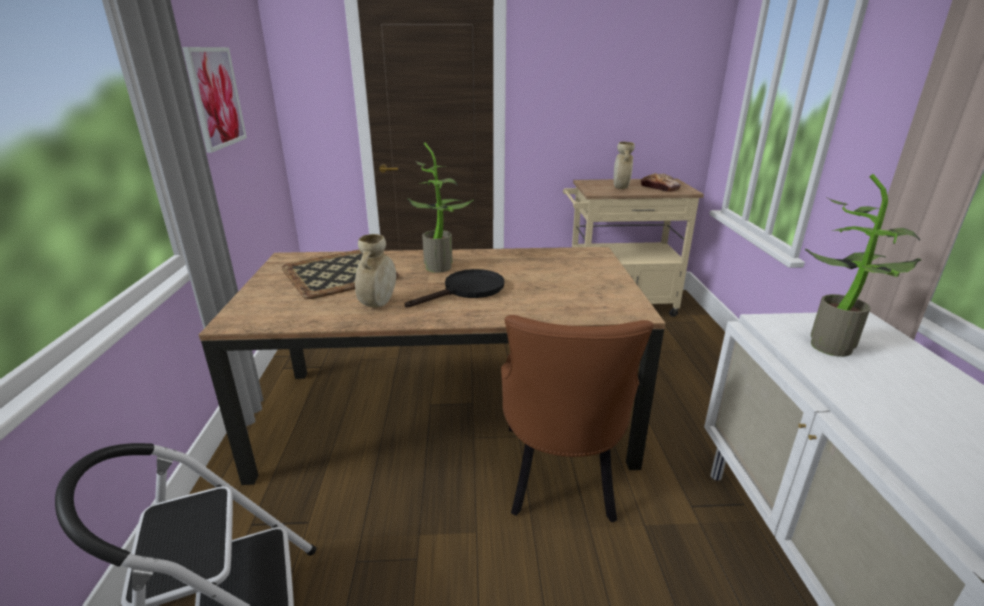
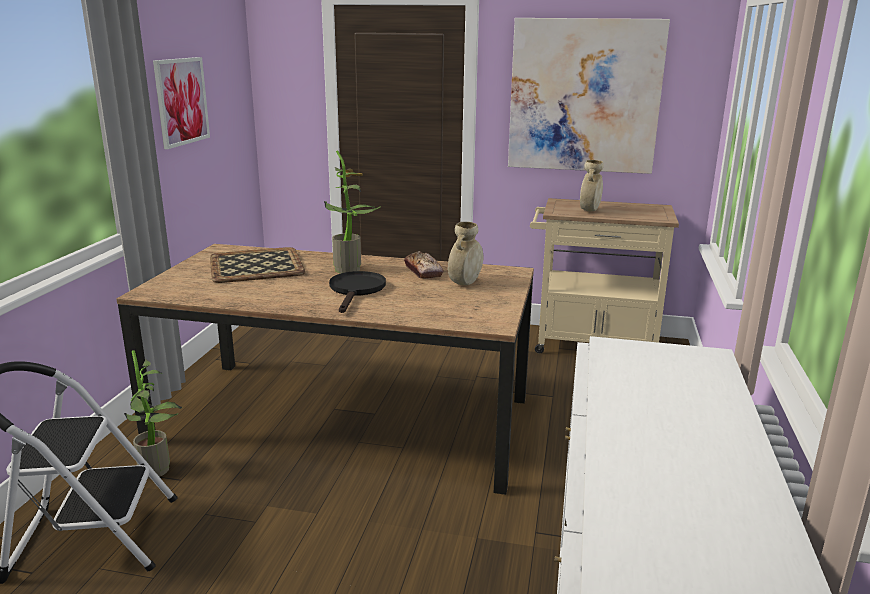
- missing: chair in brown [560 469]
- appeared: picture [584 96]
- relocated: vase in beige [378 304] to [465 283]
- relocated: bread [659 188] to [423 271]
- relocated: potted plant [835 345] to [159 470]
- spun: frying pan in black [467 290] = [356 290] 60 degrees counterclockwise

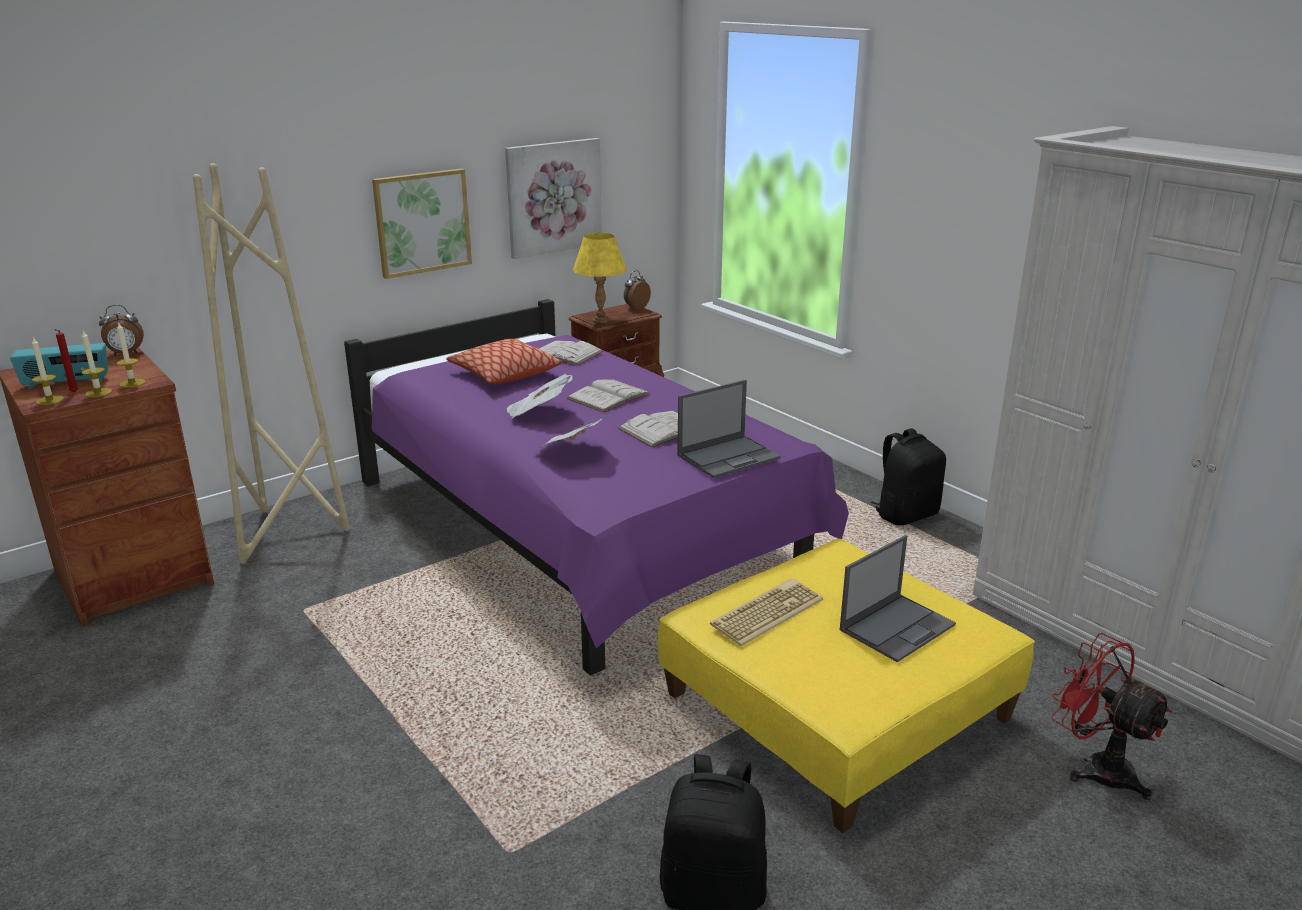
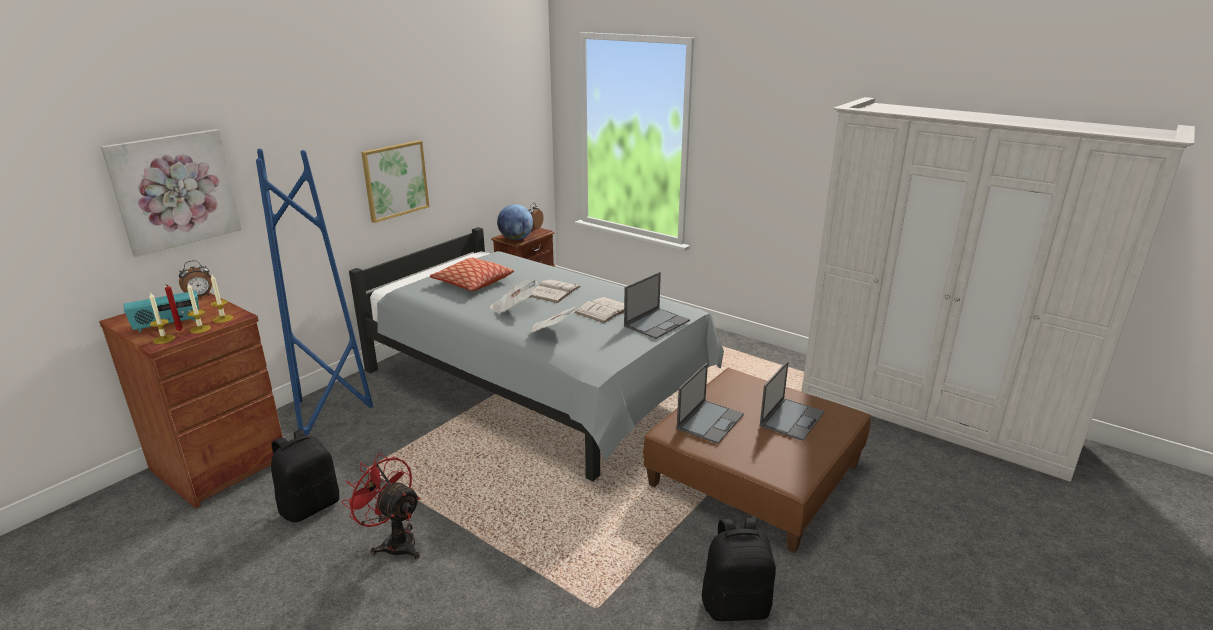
- missing: book in white [565 353]
- relocated: picture [553 197] to [175 190]
- relocated: backpack in black [905 515] to [310 506]
- relocated: fan in red [1096 767] to [394 542]
- exchanged: table lamp in yellow [600 320] to globe [516 239]
- exchanged: keyboard [766 612] to laptop [710 421]
- colour: clothes rack in beige [286 534] to clothes rack in blue [325 416]
- colour: bed in purple [578 532] to bed in grey [537 386]
- colour: ottoman in yellow [836 706] to ottoman in brown [754 474]

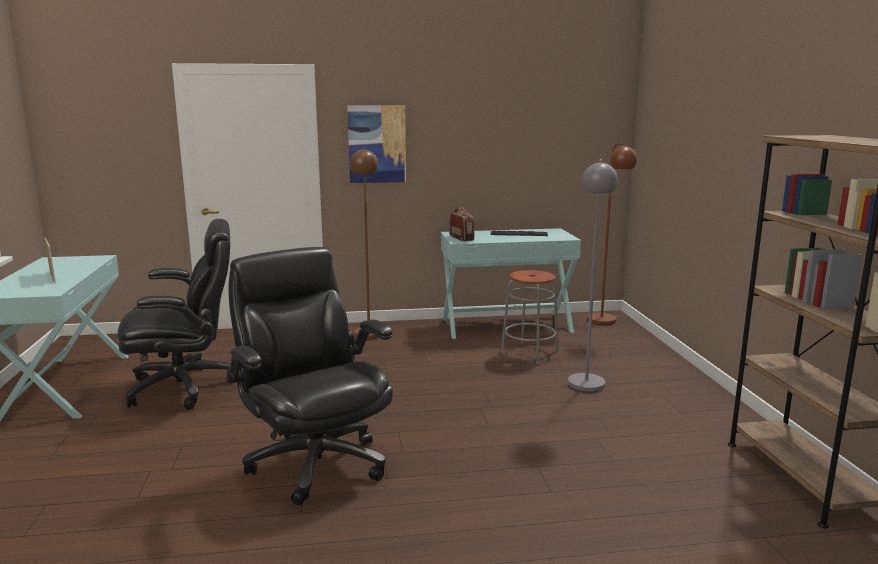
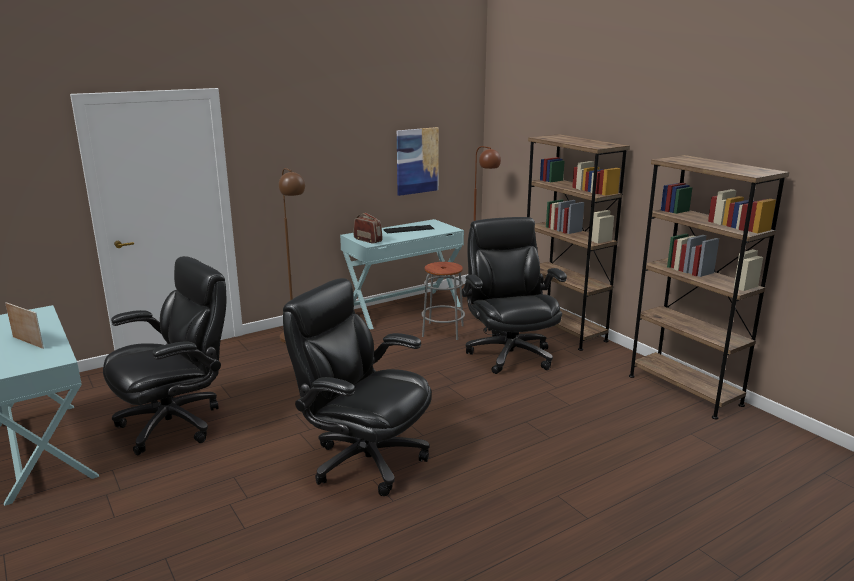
- appeared: bookcase in brown [563 330]
- relocated: picture [377 144] to [417 161]
- exchanged: floor lamp in grey [586 389] to office chair in black [509 354]

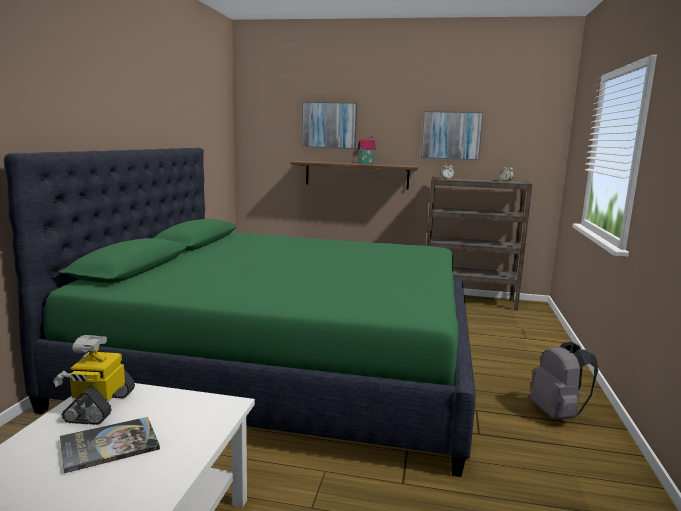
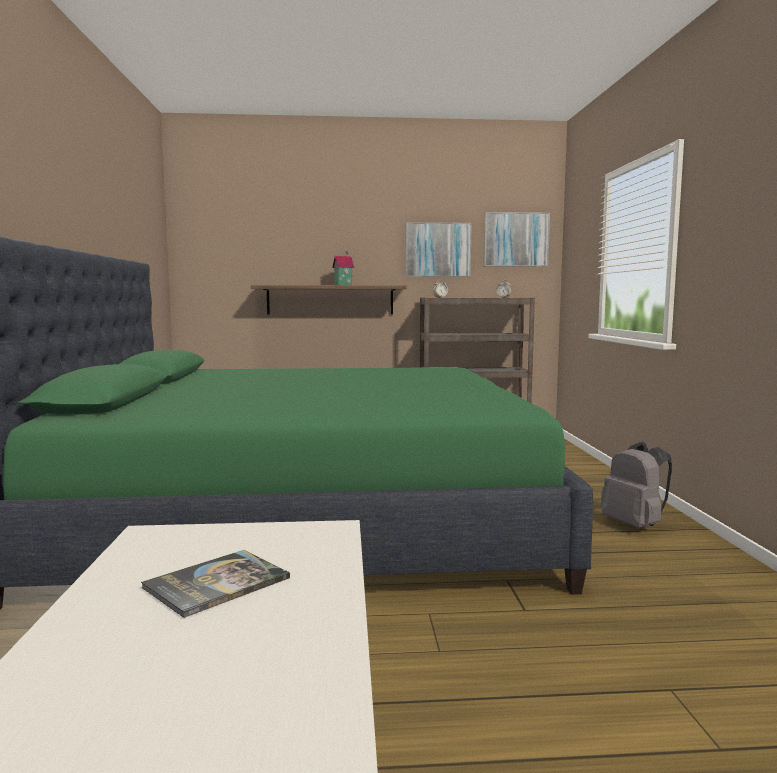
- missing: toy robot [99 406]
- relocated: picture [329 125] to [515 239]

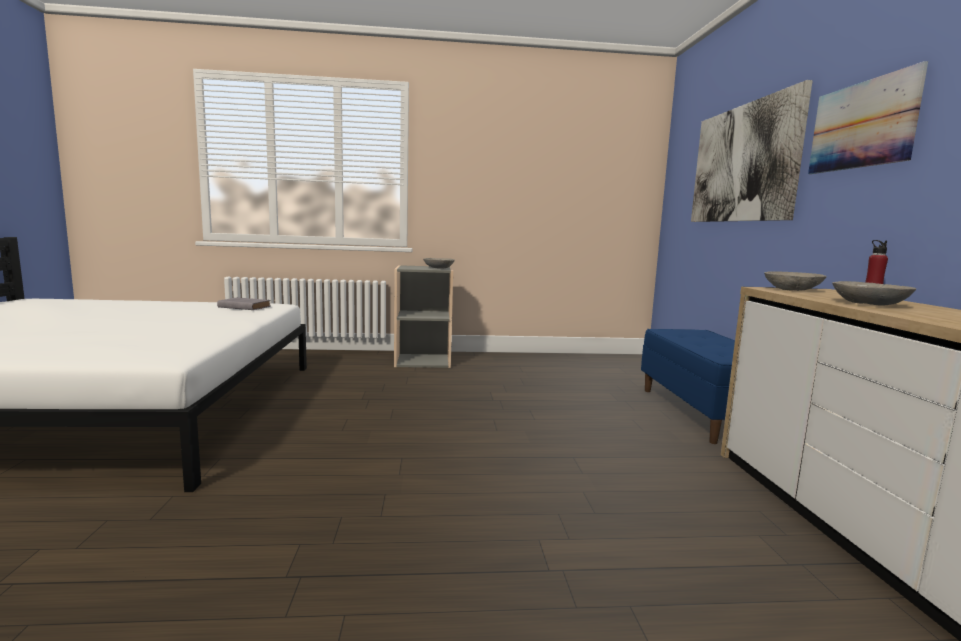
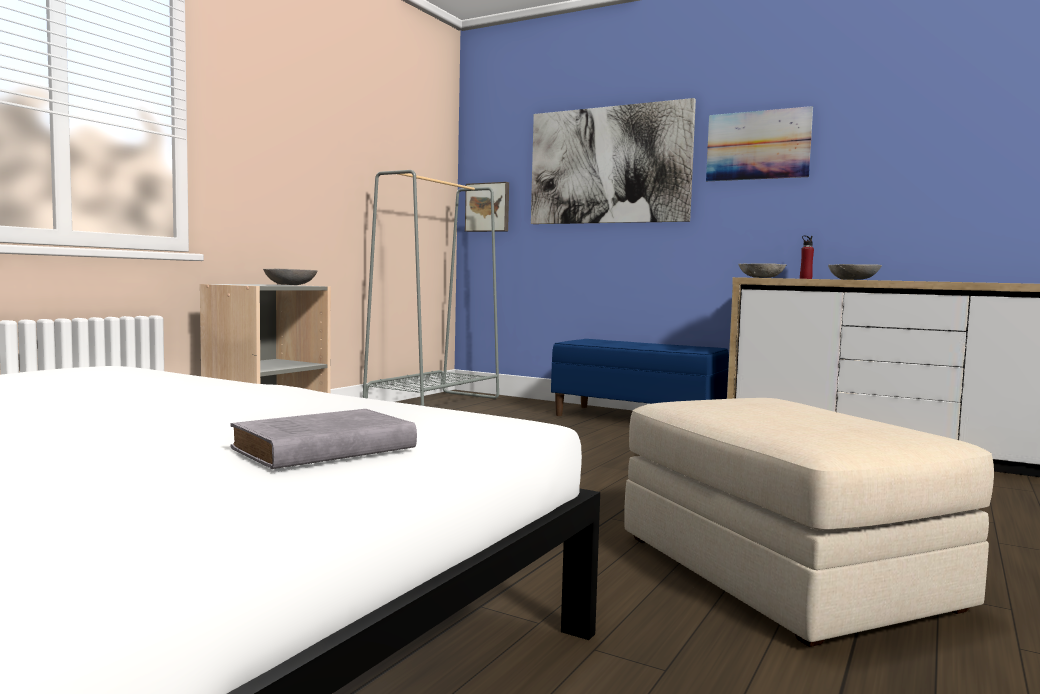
- appeared: clothes rack in grey [433 403]
- appeared: picture [488 207]
- appeared: ottoman in beige [784 572]
- relocated: book in grey [243 307] to [320 449]

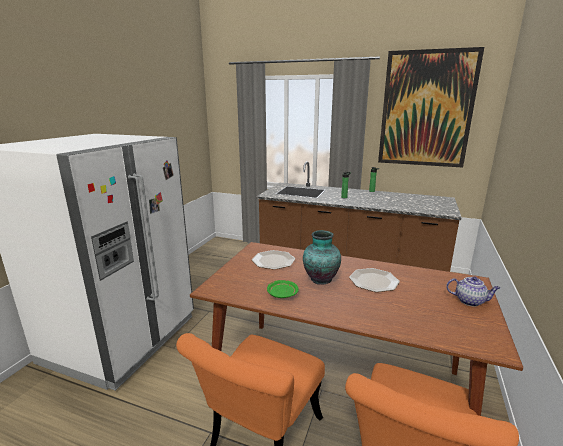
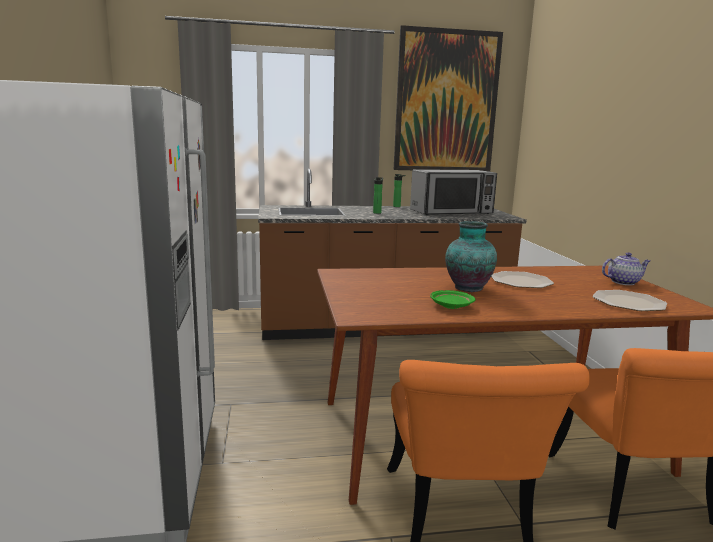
- appeared: microwave [452 212]
- relocated: plate [273 260] to [628 302]

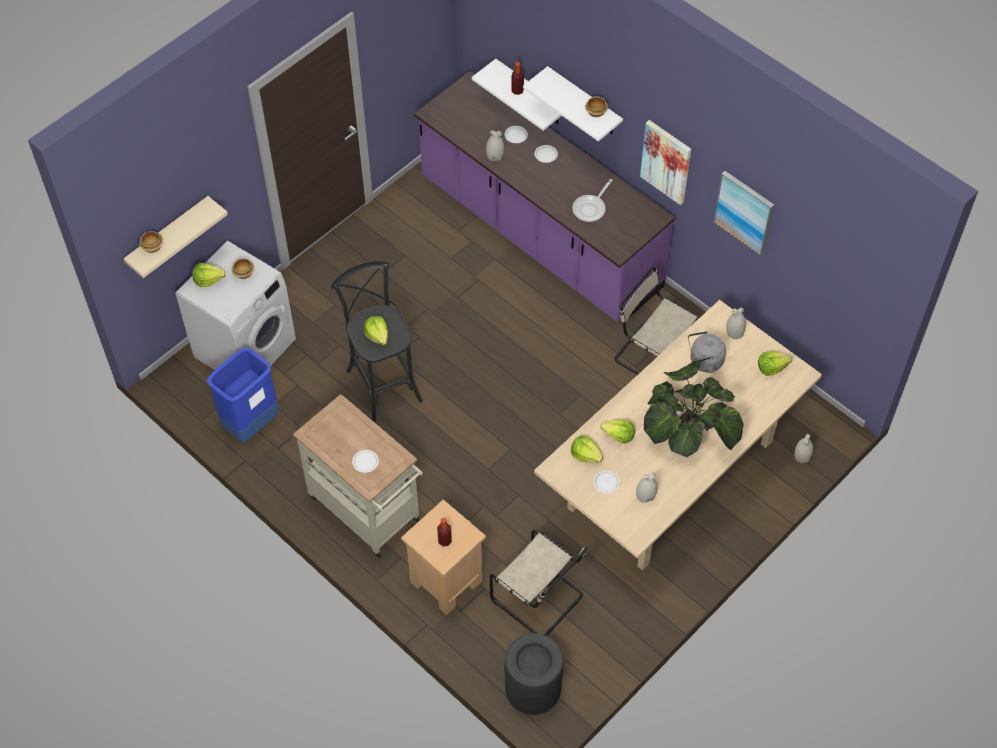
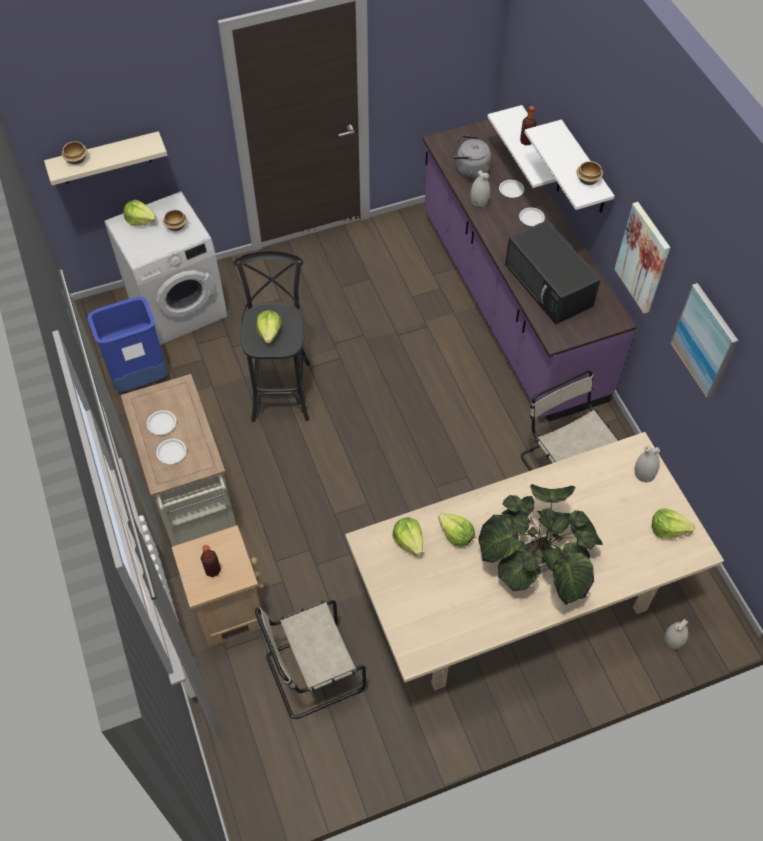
- missing: trash can in black [532 688]
- missing: vase in white [645 496]
- relocated: plate in white [606 483] to [161 424]
- relocated: kettle in grey [704 361] to [469 169]
- exchanged: frying pan [591 208] to microwave in black [549 286]
- spun: chair in beige [540 599] = [311 673] 90 degrees clockwise

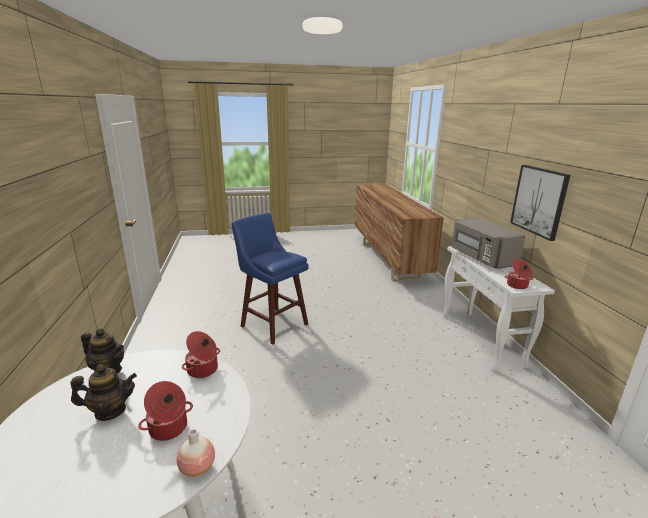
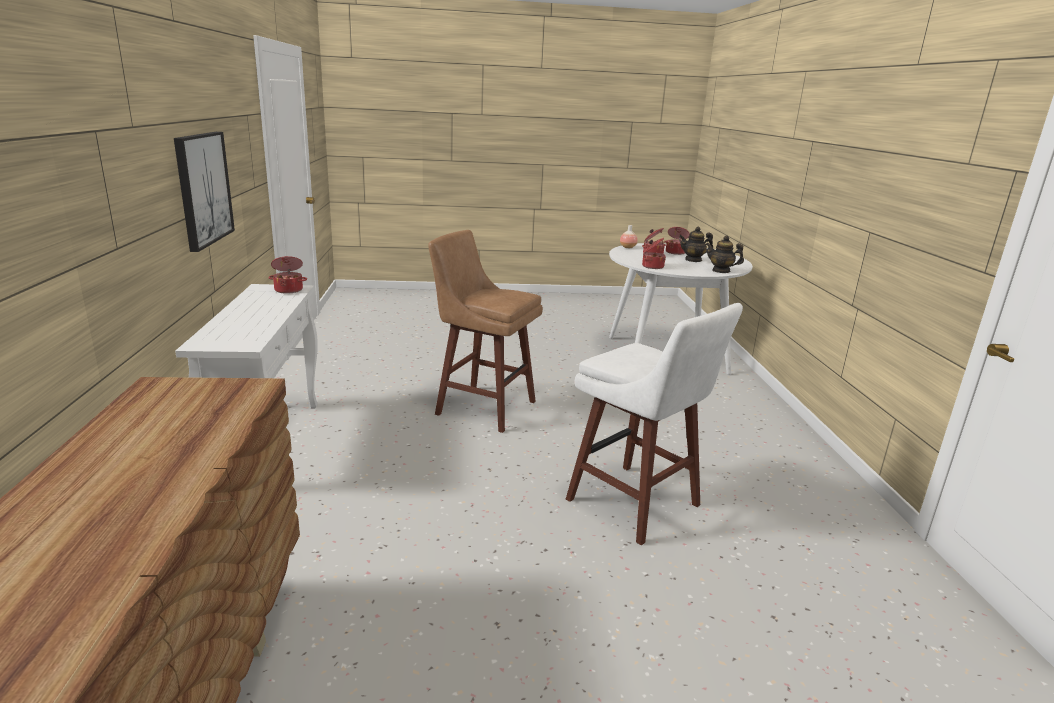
- missing: microwave in grey [481 258]
- appeared: stool in brown [482 407]
- appeared: cooking pot [675 252]
- colour: stool in blue [272 324] to stool in white [637 505]

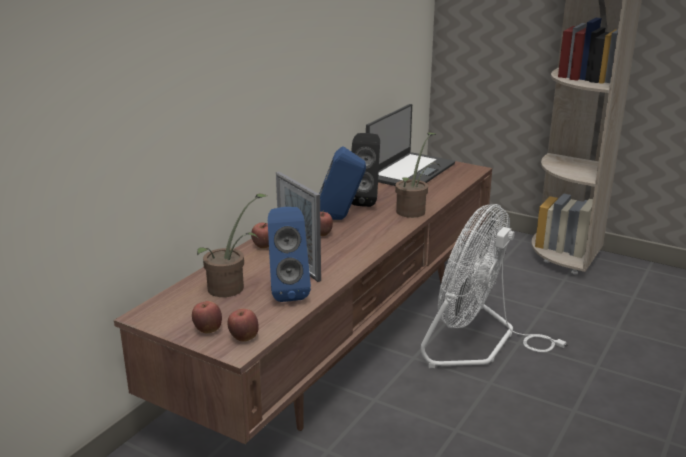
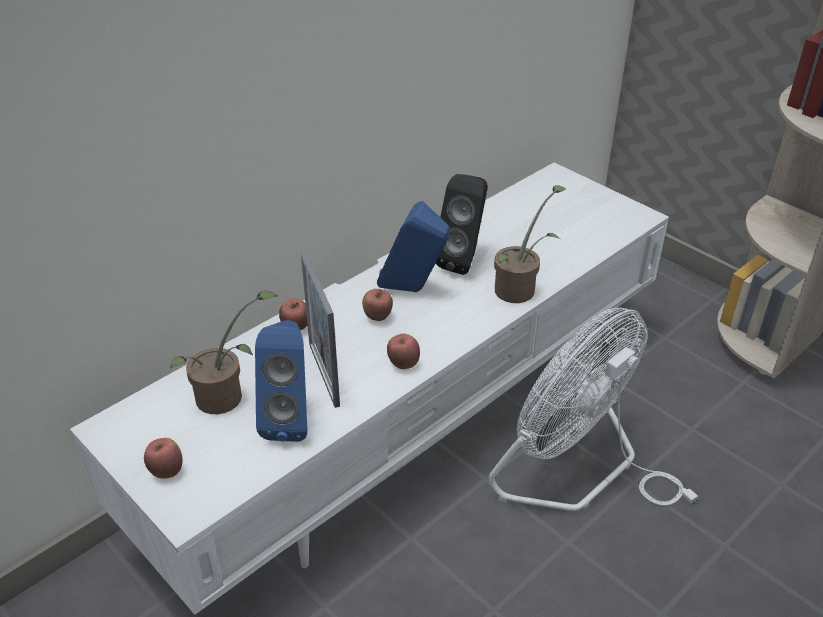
- missing: laptop [409 171]
- relocated: apple [243 338] to [403 364]
- colour: tv stand in brown [341 334] to tv stand in white [410 422]

